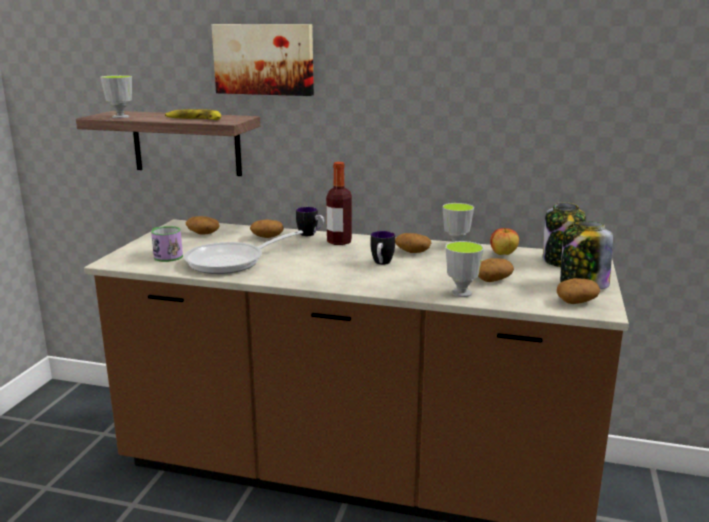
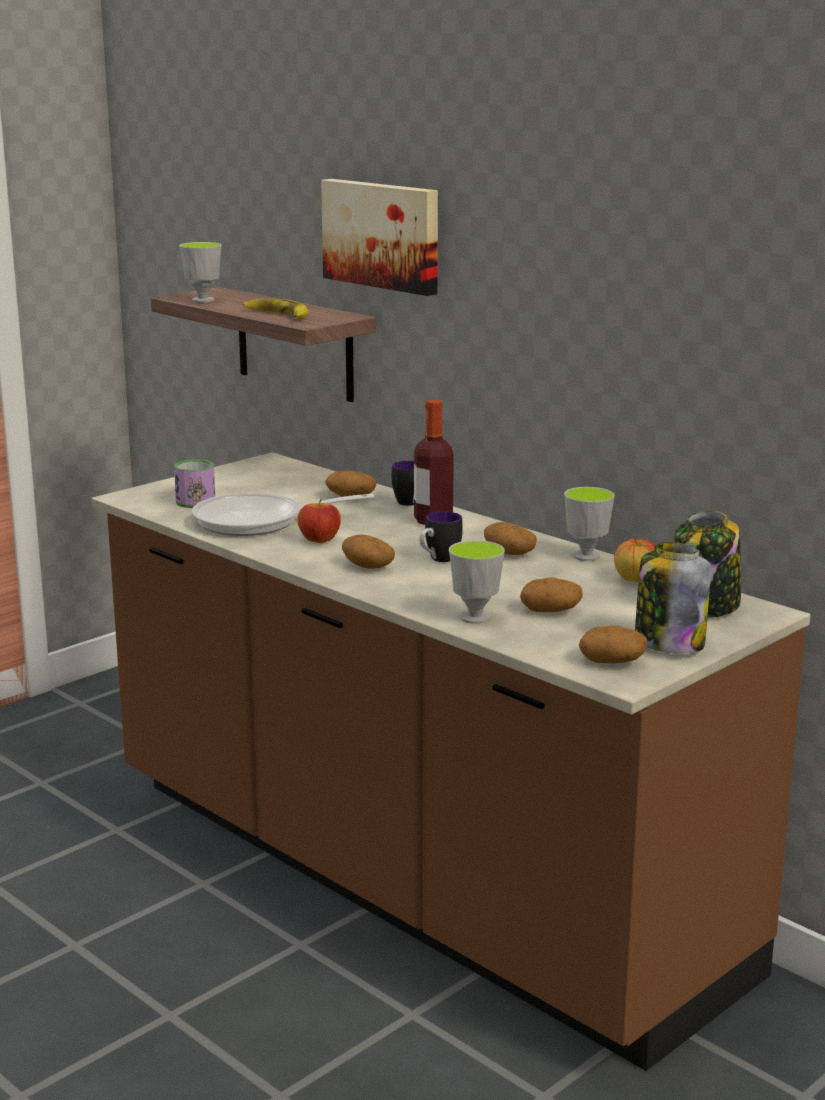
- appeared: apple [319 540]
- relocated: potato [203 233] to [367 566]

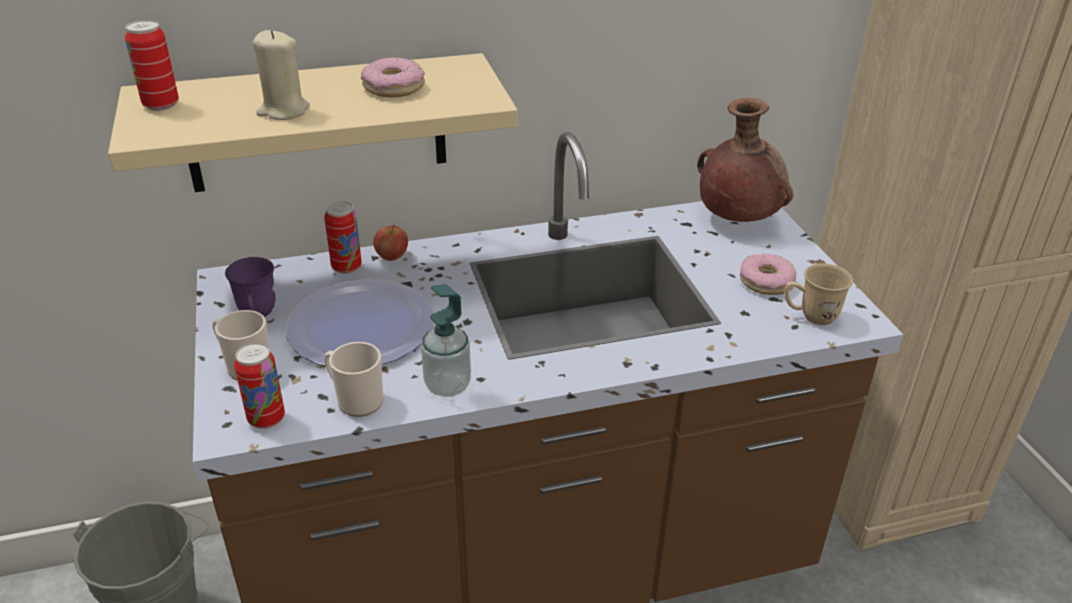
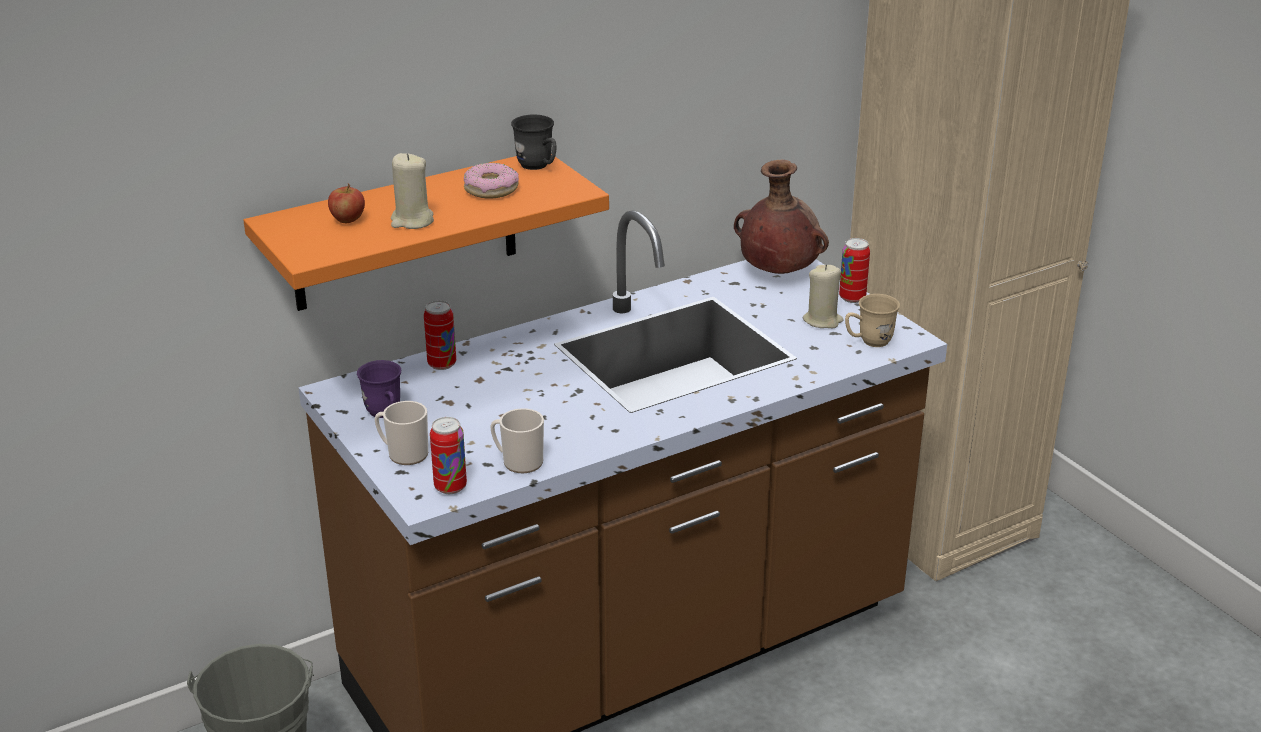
- missing: plate [361 326]
- missing: soap dispenser [447 385]
- appeared: mug in grey [538 167]
- relocated: can [161 105] to [852 298]
- relocated: apple [391 256] to [347 220]
- exchanged: donut [766 282] to candle in beige [822 320]
- colour: shelf in beige [316 123] to shelf in orange [405 232]

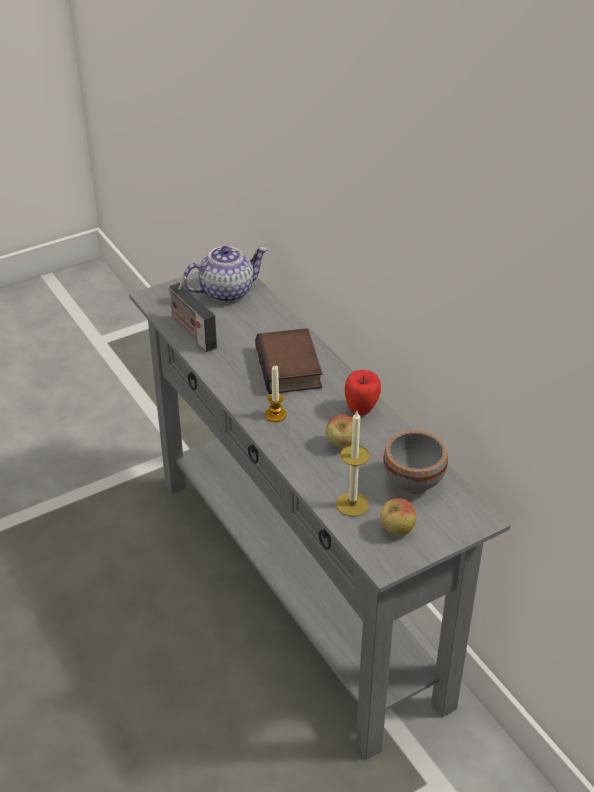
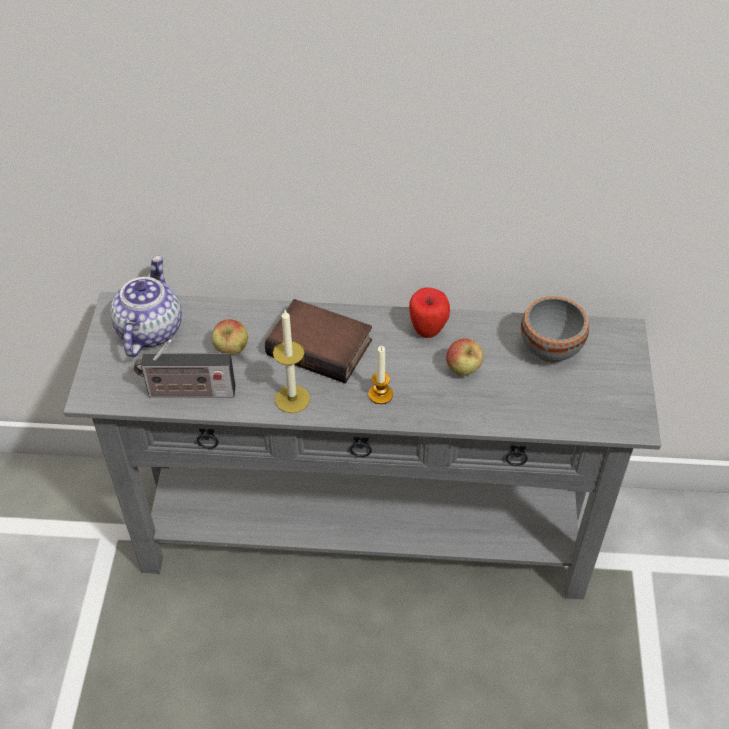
- relocated: candle [352 504] to [292 399]
- relocated: apple [396 530] to [231 351]

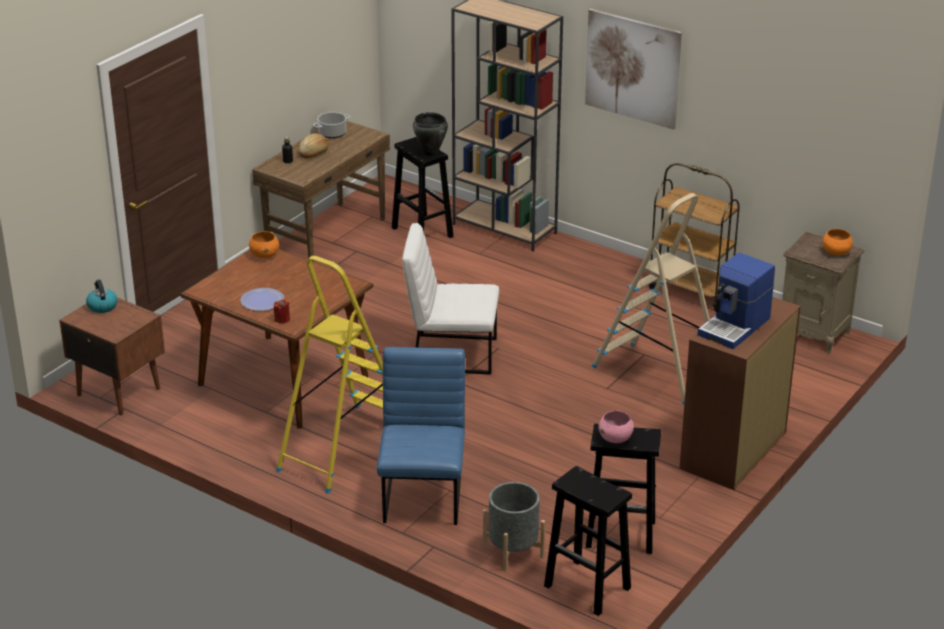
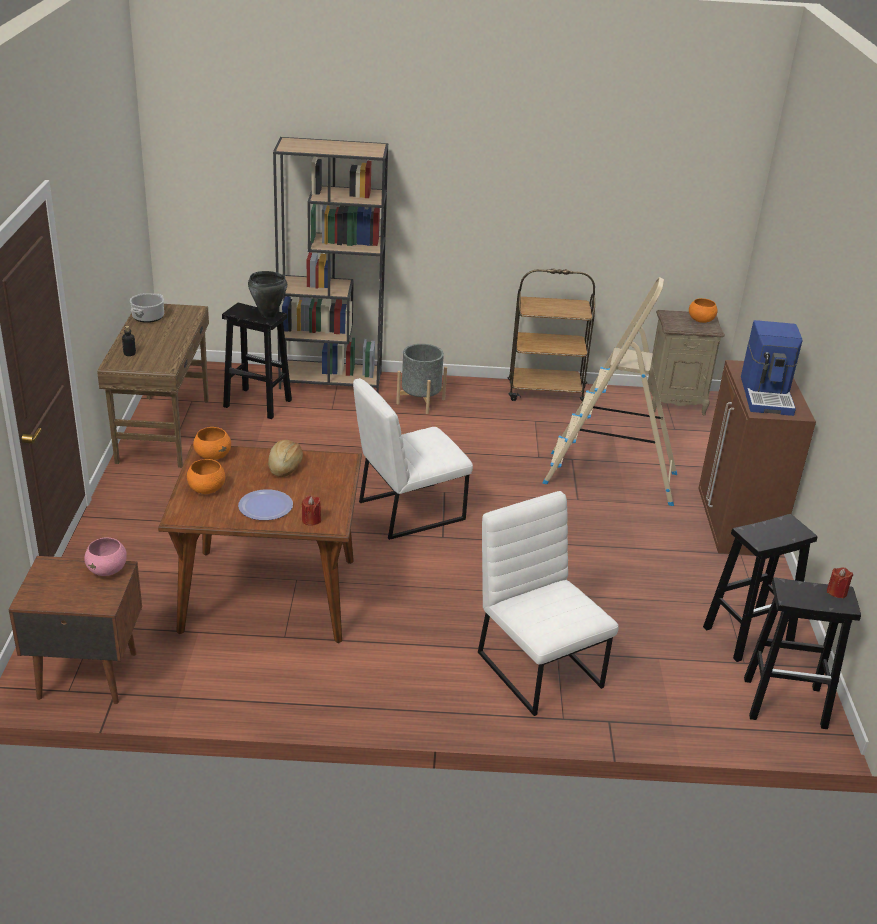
- missing: kettle [102 306]
- missing: step ladder in yellow [344 447]
- missing: picture [633 68]
- appeared: bowl in orange [206 489]
- appeared: candle in red [836 592]
- relocated: bread [314 153] to [284 466]
- relocated: planter in grey [513 551] to [420 401]
- relocated: bowl in pink [616 438] to [108 570]
- colour: chair in blue [424 494] to chair in white [538 667]

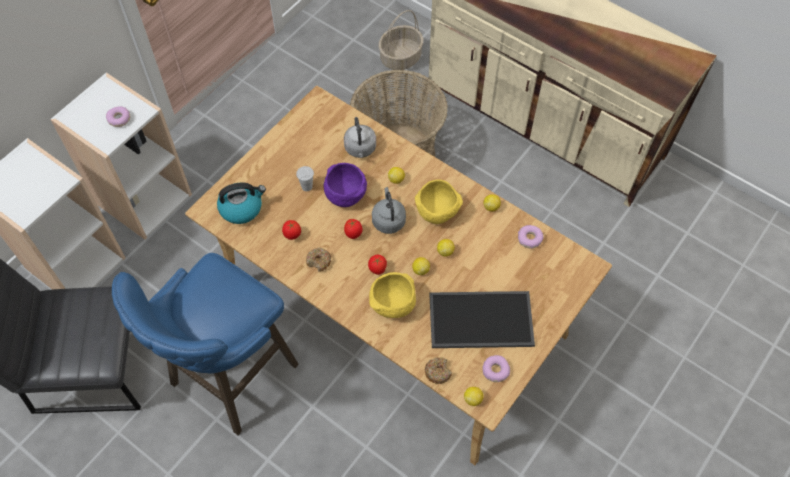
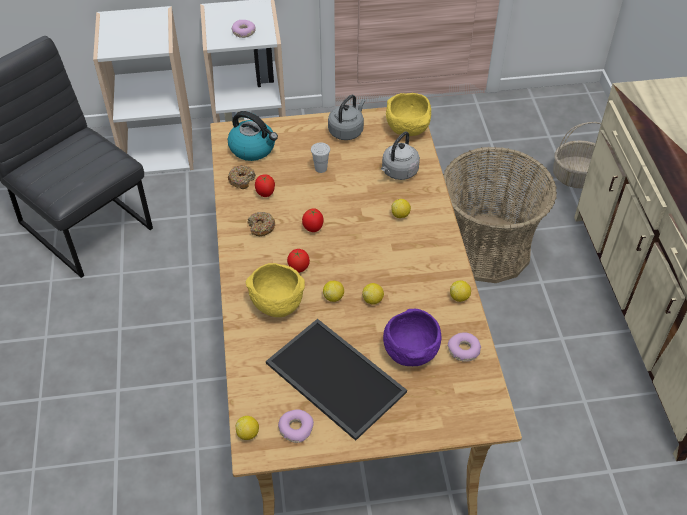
- missing: stool in blue [230 378]
- relocated: bowl in purple [344 195] to [410 351]
- relocated: kettle in grey [388 220] to [347 131]
- relocated: bowl in yellow [437 212] to [408 130]
- relocated: donut [438 372] to [242 180]

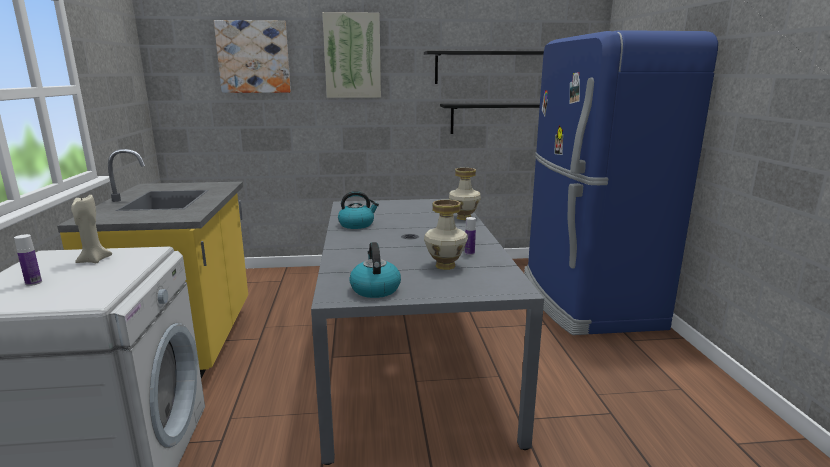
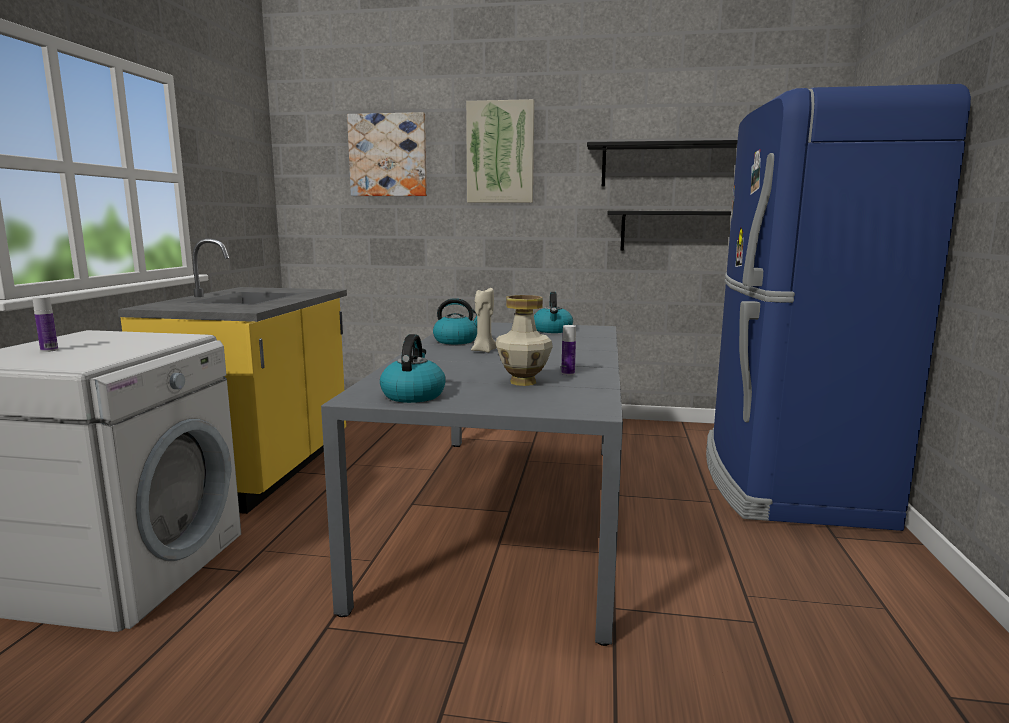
- missing: vase [463 218]
- appeared: kettle [552 330]
- relocated: candle in beige [93 260] to [483 350]

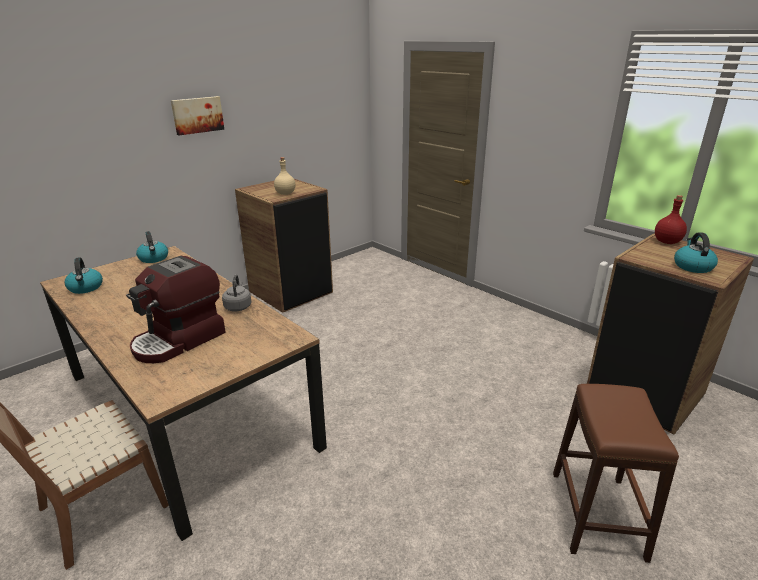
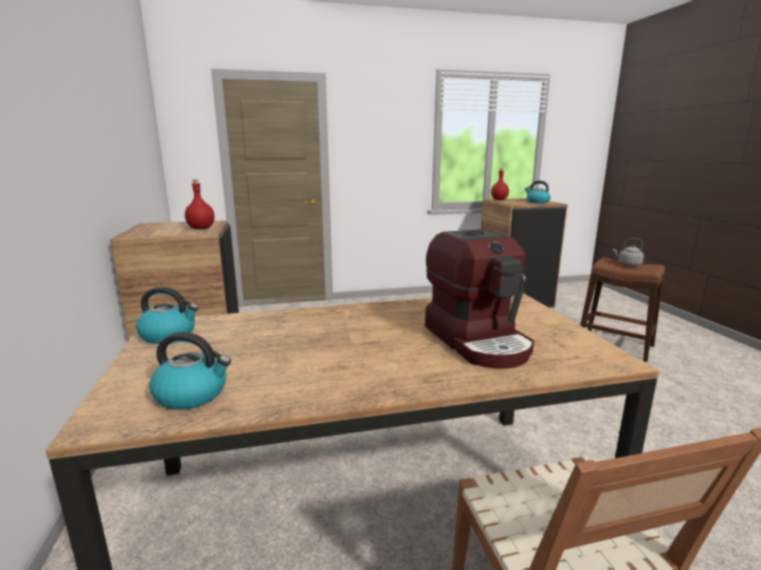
- missing: picture [197 115]
- relocated: kettle in grey [238 306] to [628 264]
- colour: bottle in beige [286 193] to bottle in red [201 228]

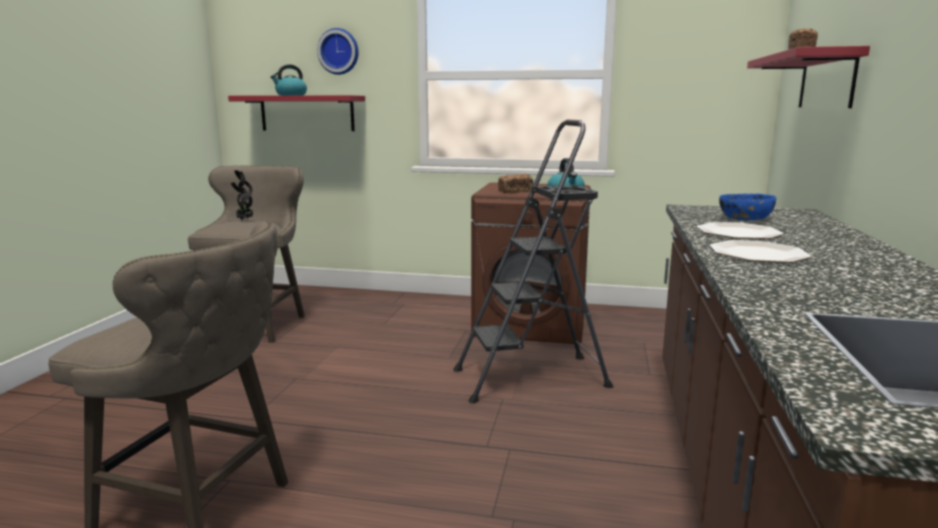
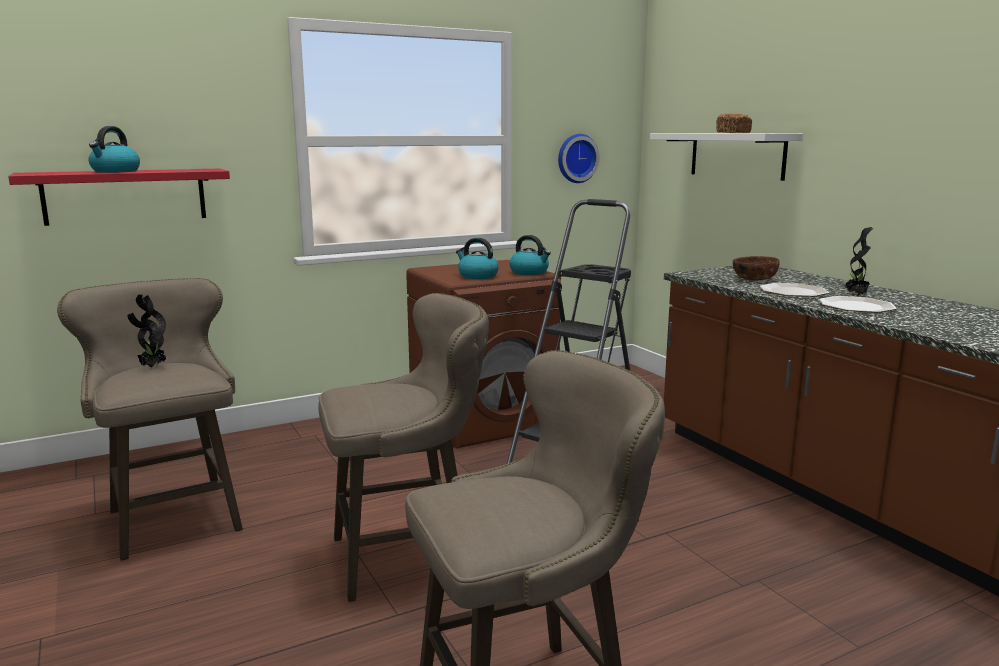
- appeared: stool in beige [409 556]
- appeared: potted plant [856 295]
- relocated: wall clock [339 51] to [576 158]
- exchanged: bread [515 191] to kettle [477 276]
- colour: bowl in blue [744 219] to bowl in brown [754 278]
- colour: shelf in red [826 81] to shelf in white [737 155]

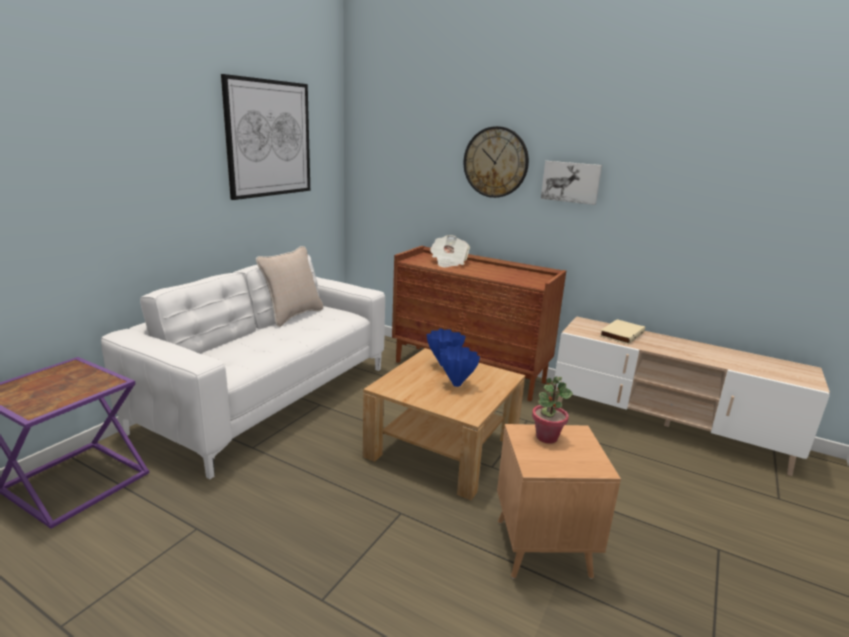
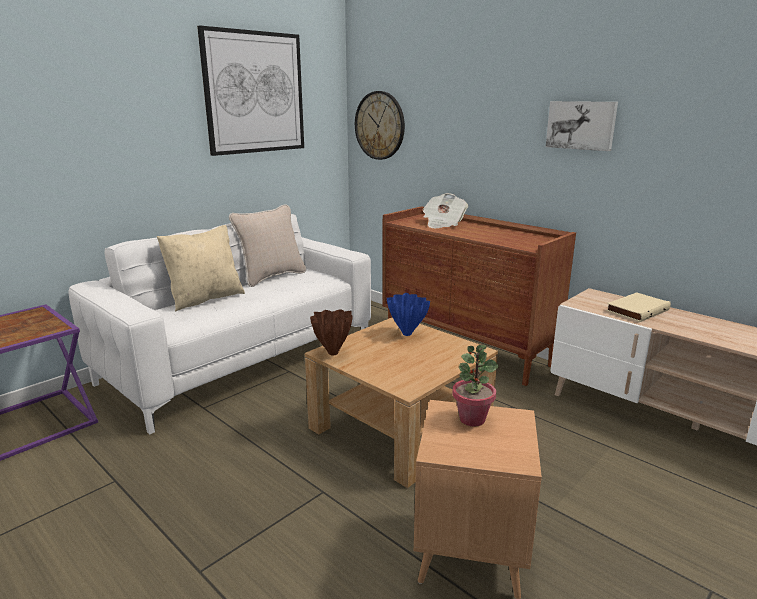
- missing: vase in blue [456 384]
- appeared: pillow in beige [205 299]
- appeared: vase in brown [332 353]
- relocated: wall clock [495 162] to [380 125]

